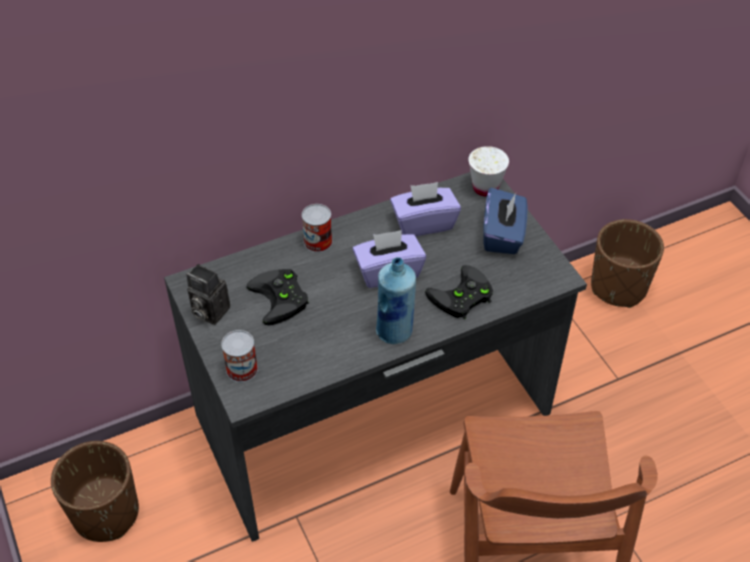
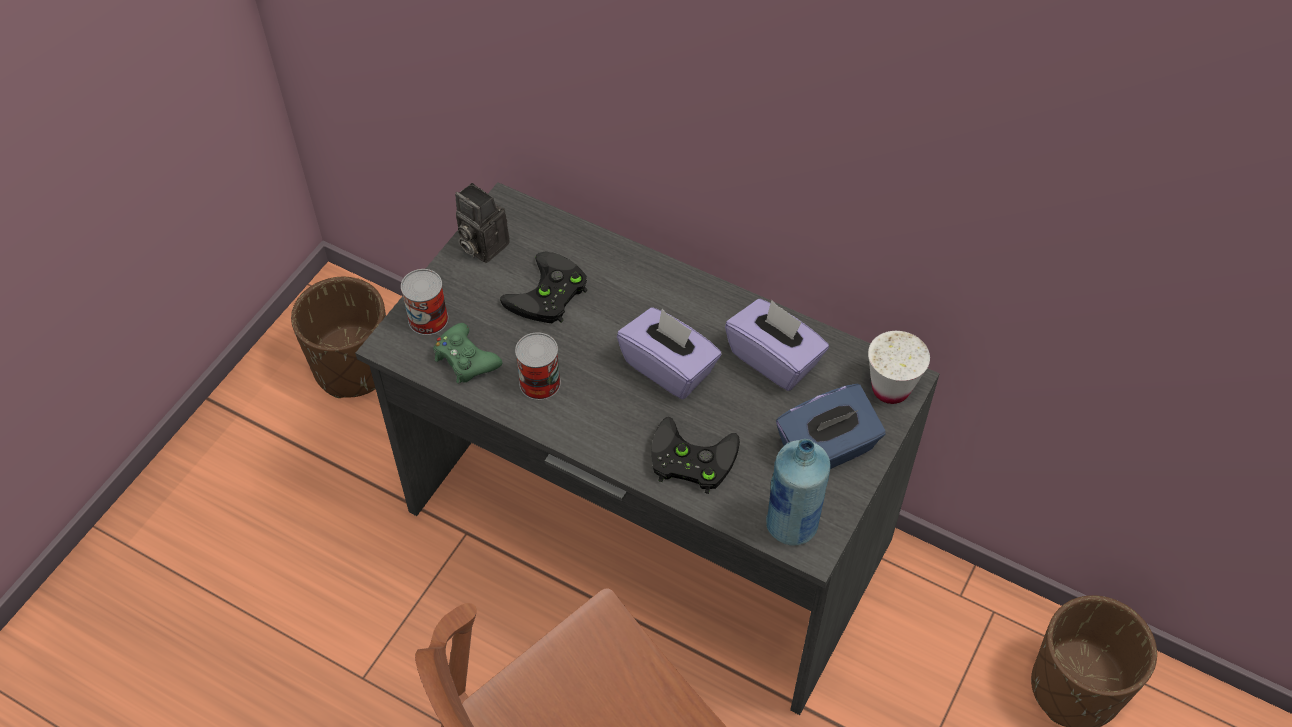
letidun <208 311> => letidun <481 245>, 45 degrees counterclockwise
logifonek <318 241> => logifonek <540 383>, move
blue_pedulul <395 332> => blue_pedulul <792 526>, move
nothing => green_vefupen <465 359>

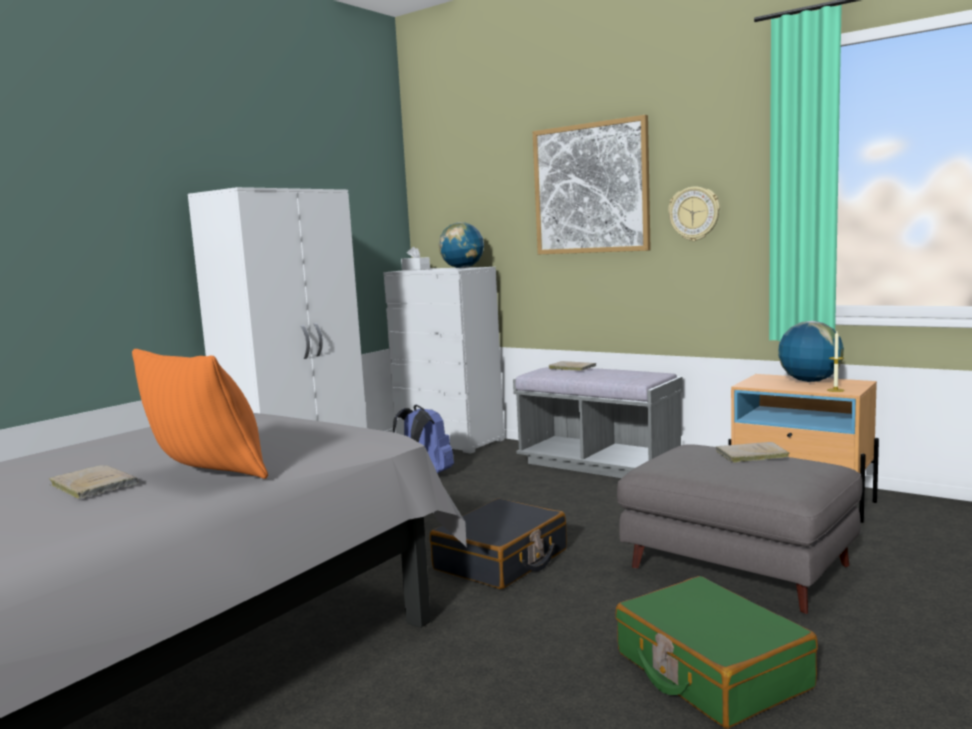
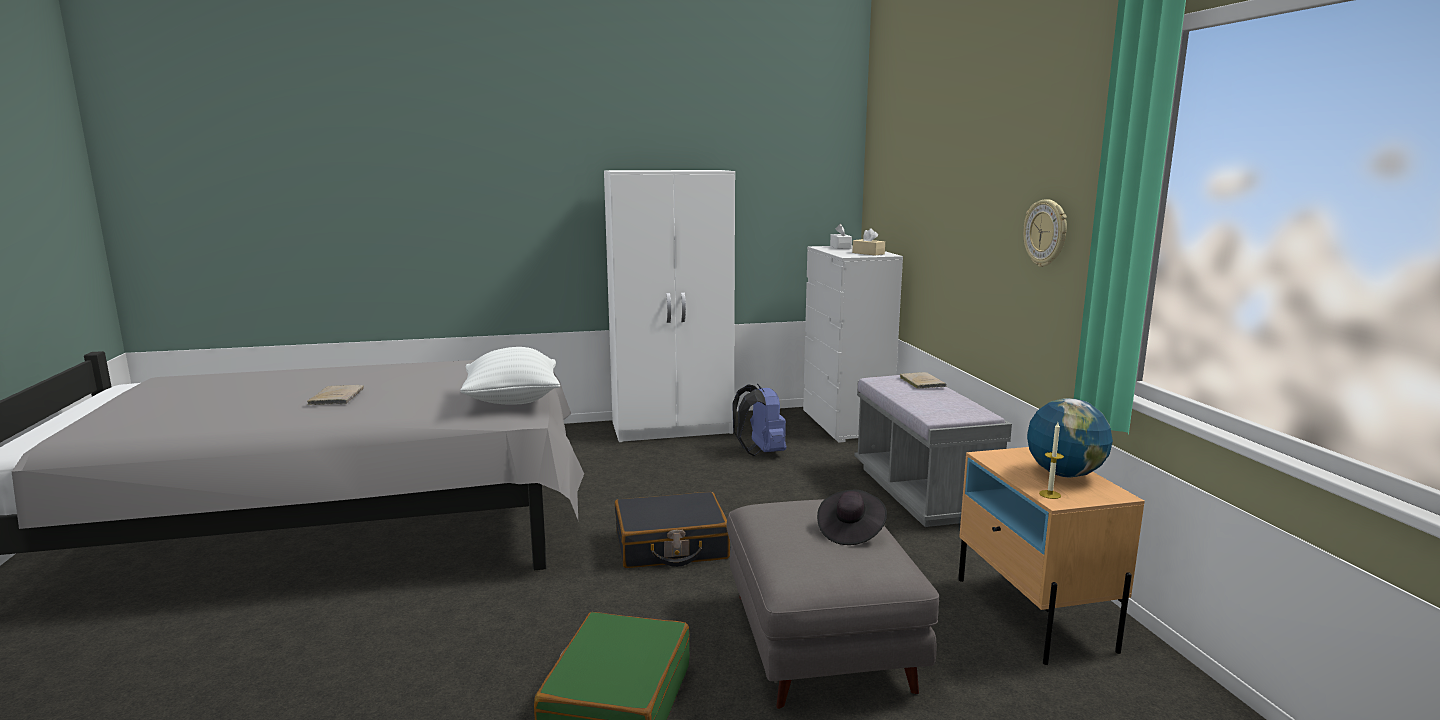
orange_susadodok <208 474> => nothing
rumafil <462 268> => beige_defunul <868 253>
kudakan <591 188> => nothing
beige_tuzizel <749 455> => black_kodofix <850 531>
nothing => white_susadodok <512 401>

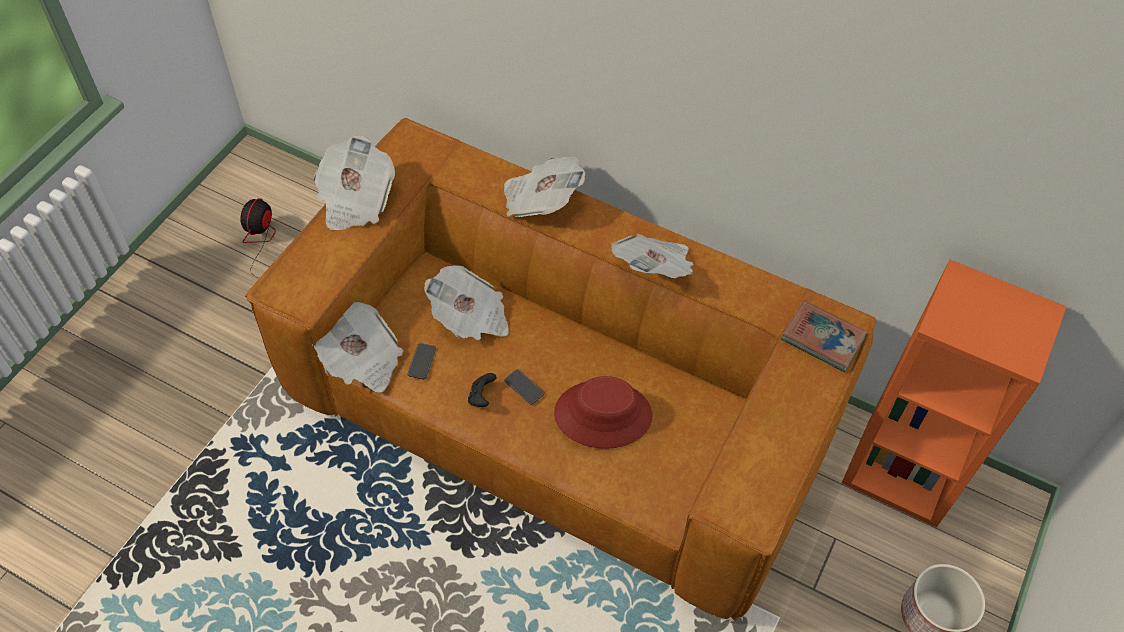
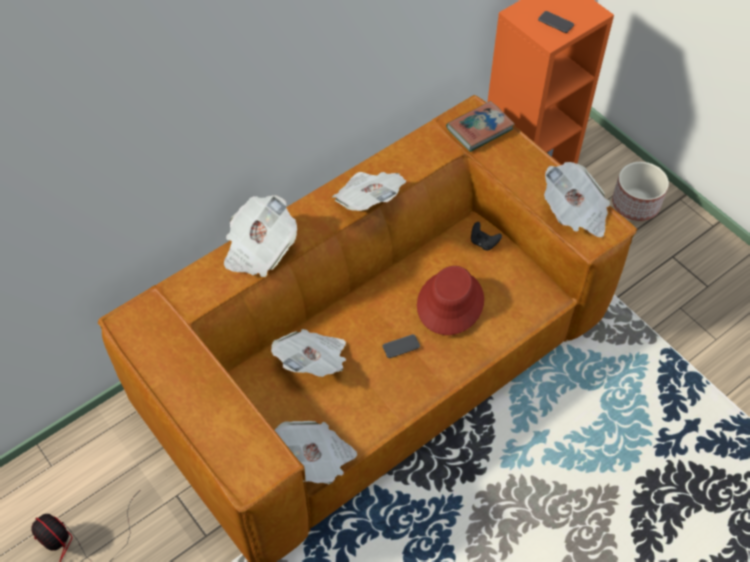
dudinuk <355 200> => dudinuk <575 213>, move
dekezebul <422 361> => dekezebul <555 22>, move
black_vefupen <481 397> => black_vefupen <483 243>, move

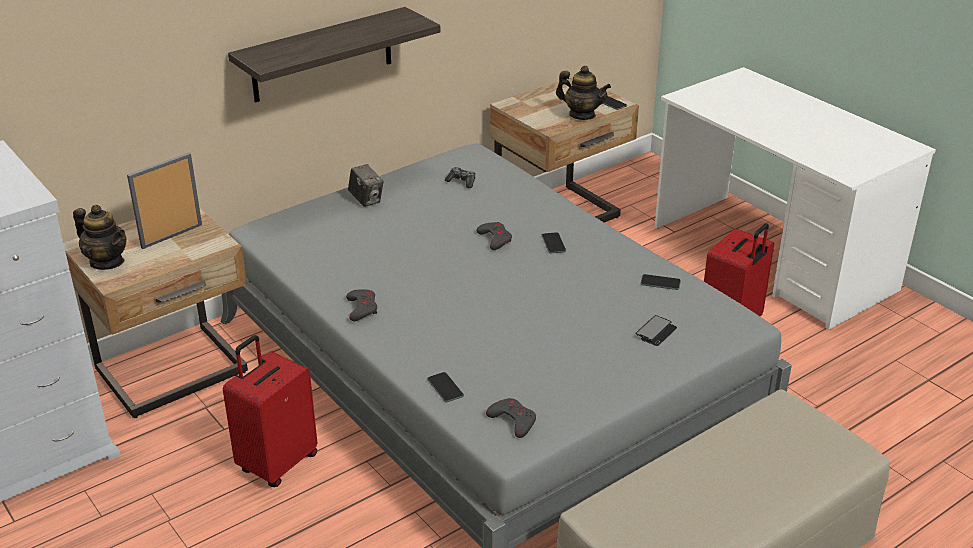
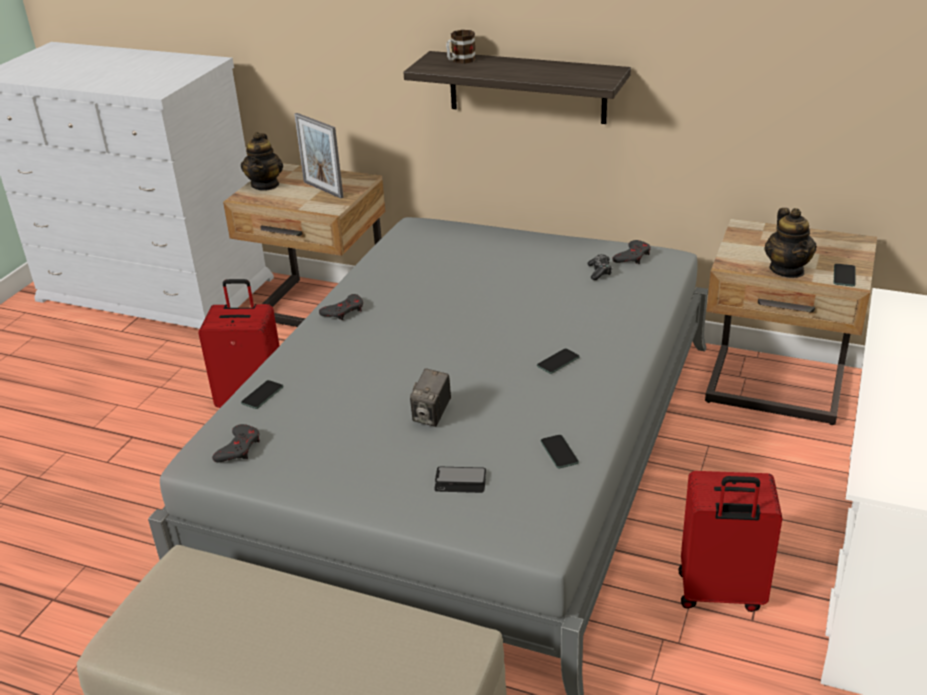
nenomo <172 236> => nenomo <323 189>, 150 degrees counterclockwise
letidun <366 200> => letidun <432 415>, move
grey_vefupen <495 239> => grey_vefupen <632 256>, move
nothing => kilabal <460 61>

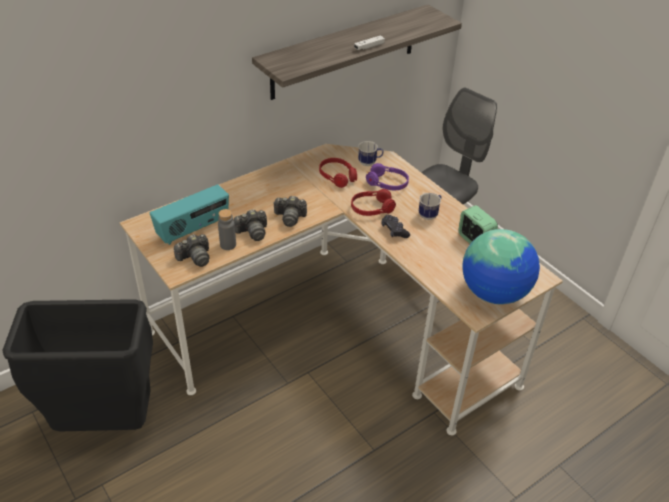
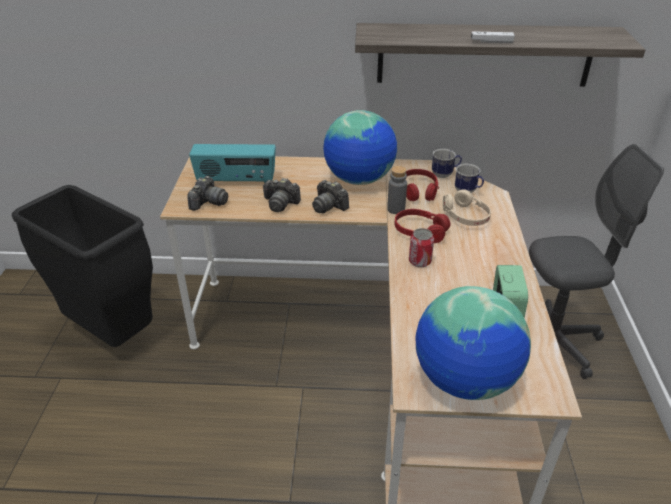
letidun <195 258> => letidun <208 202>, 75 degrees counterclockwise
grey_pedulul <228 245> => grey_pedulul <396 209>, move
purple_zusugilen <387 183> => beige_zusugilen <465 216>
black_vefupen <394 230> => logifonek <419 261>
kilabal <429 215> => kilabal <445 174>, move
nothing => rumafil <359 180>

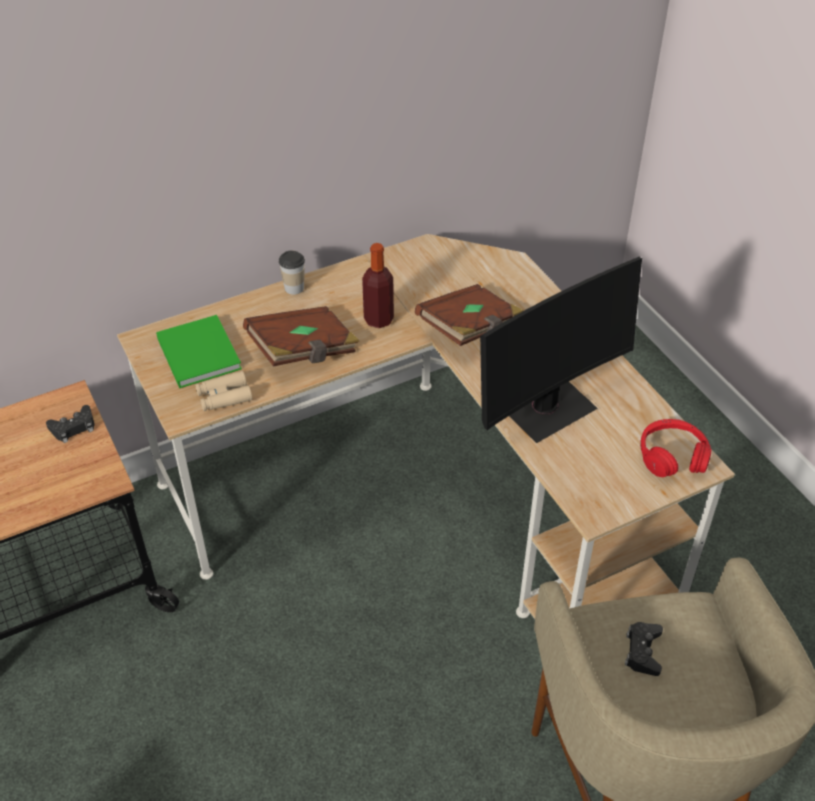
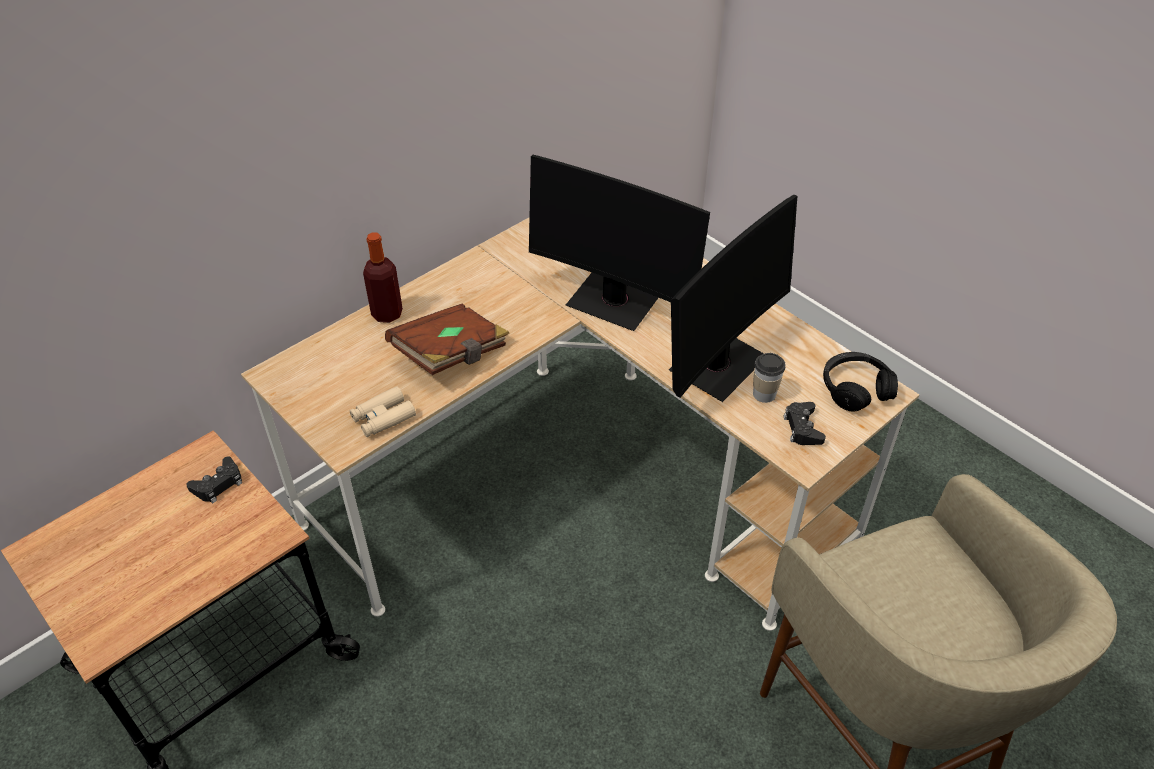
green_tuzizel <198 352> => nothing
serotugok <294 288> => serotugok <764 394>, move
pedulul <378 319> => pedulul <387 314>, move
brown_tuzizel <470 330> => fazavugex <614 302>
black_vefupen <643 651> => black_vefupen <802 428>, move
red_zusugilen <672 456> => black_zusugilen <855 389>

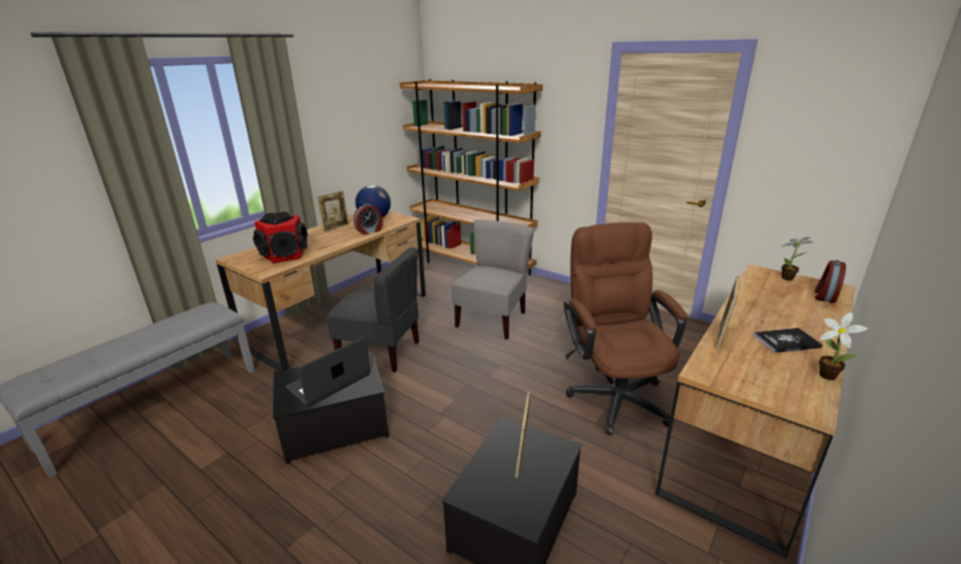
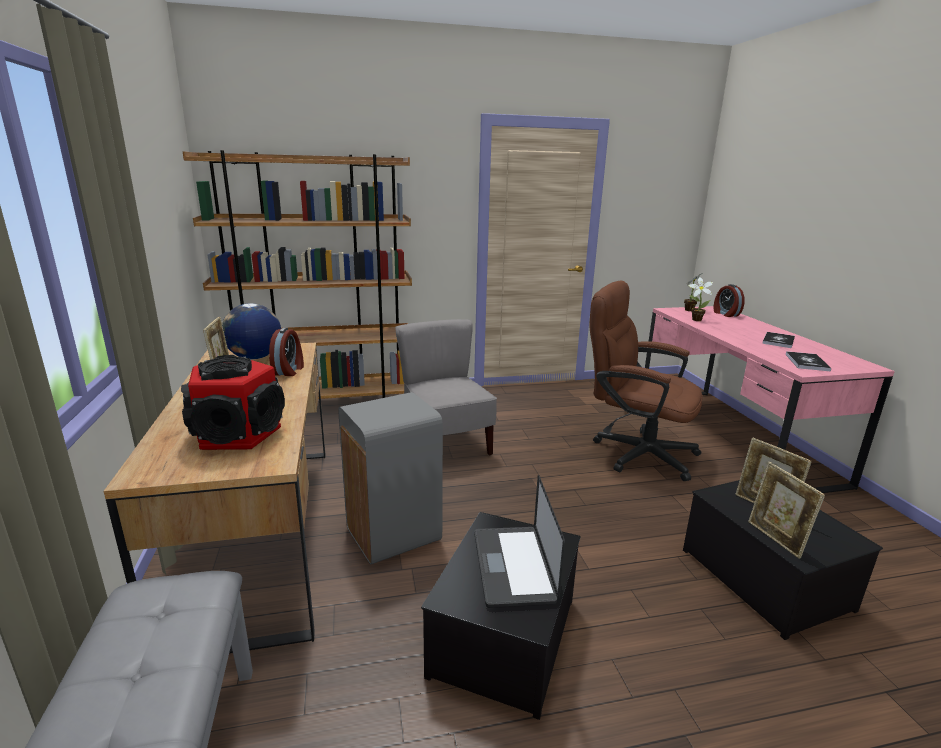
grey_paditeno <380 352> => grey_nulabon <394 535>
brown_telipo <748 434> => pink_telipo <730 436>
nenomo <721 337> => nenomo <775 539>, move
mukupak <825 374> => mukupak <695 319>, move
nothing => tuzizel <807 362>

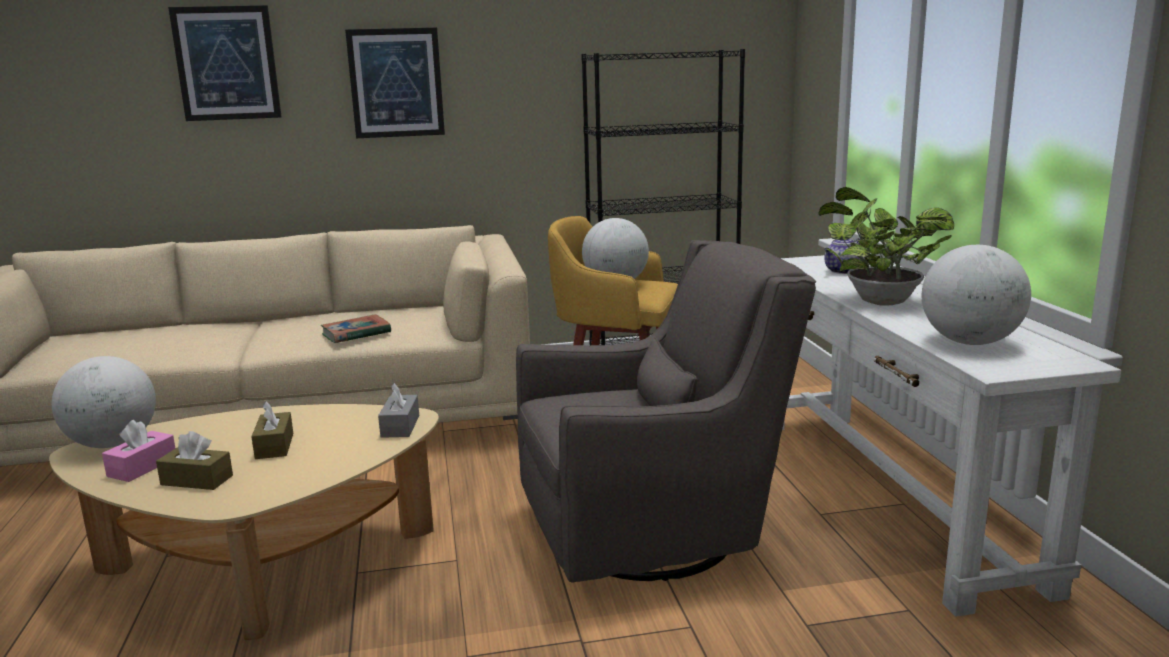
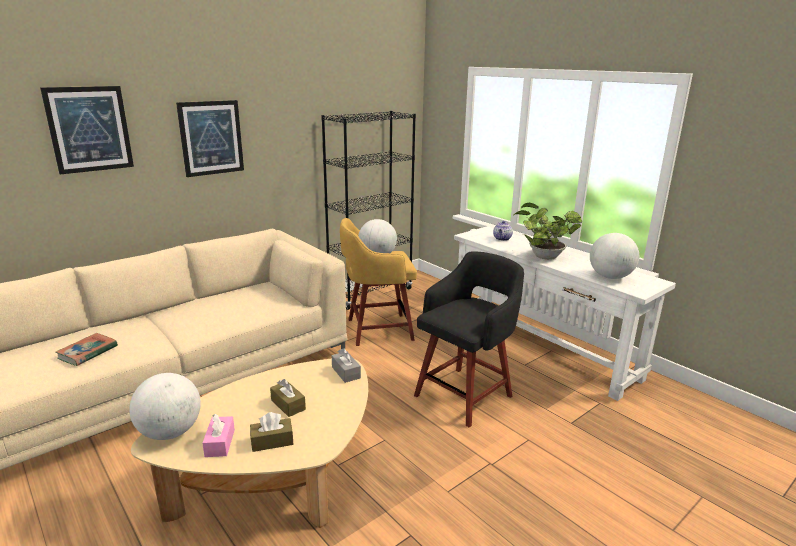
tuzizel <356 333> => tuzizel <88 352>, move
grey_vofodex <656 533> => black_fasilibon <465 395>

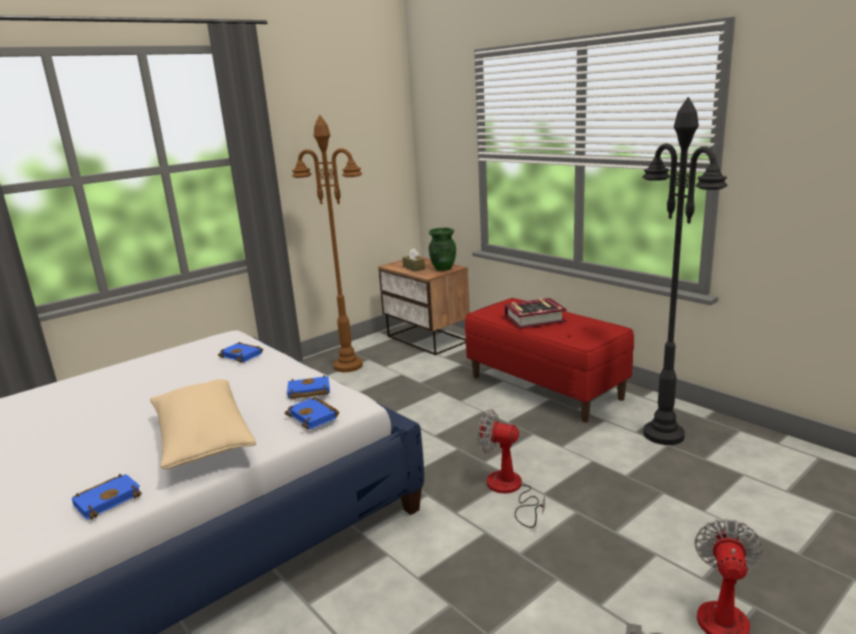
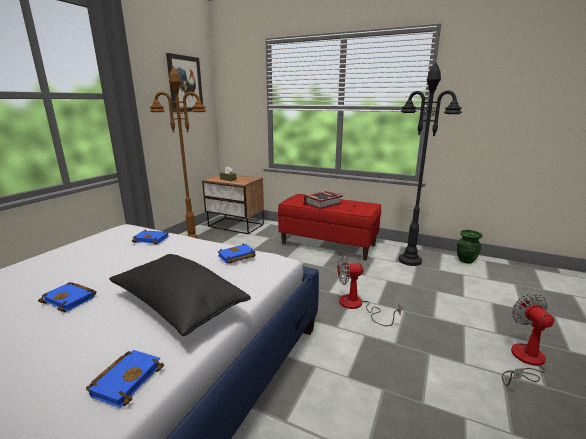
beige_susadodok <203 439> => black_susadodok <179 305>
blue_tuzizel <315 417> => blue_tuzizel <71 299>, move
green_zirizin <443 268> => green_zirizin <465 260>, move
nothing => kudakan <185 84>

